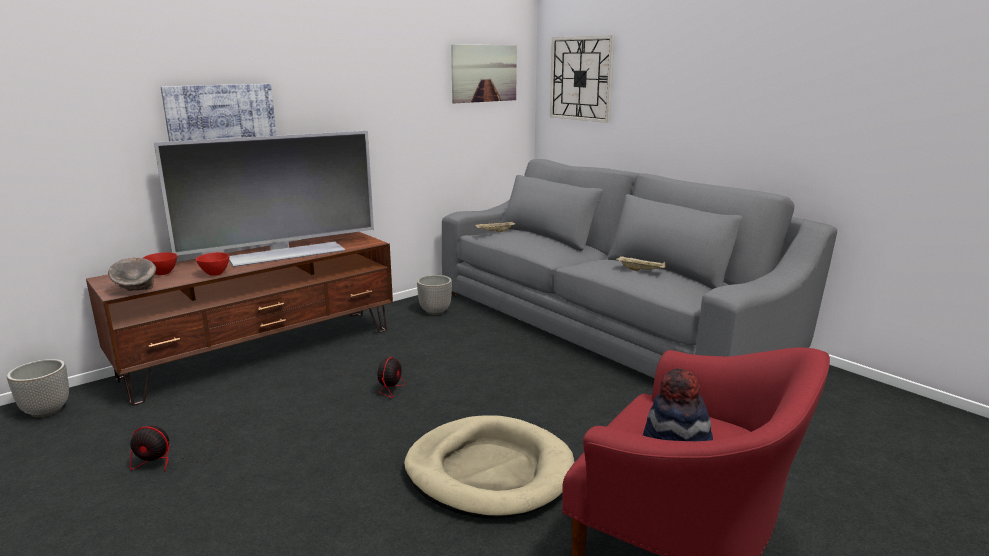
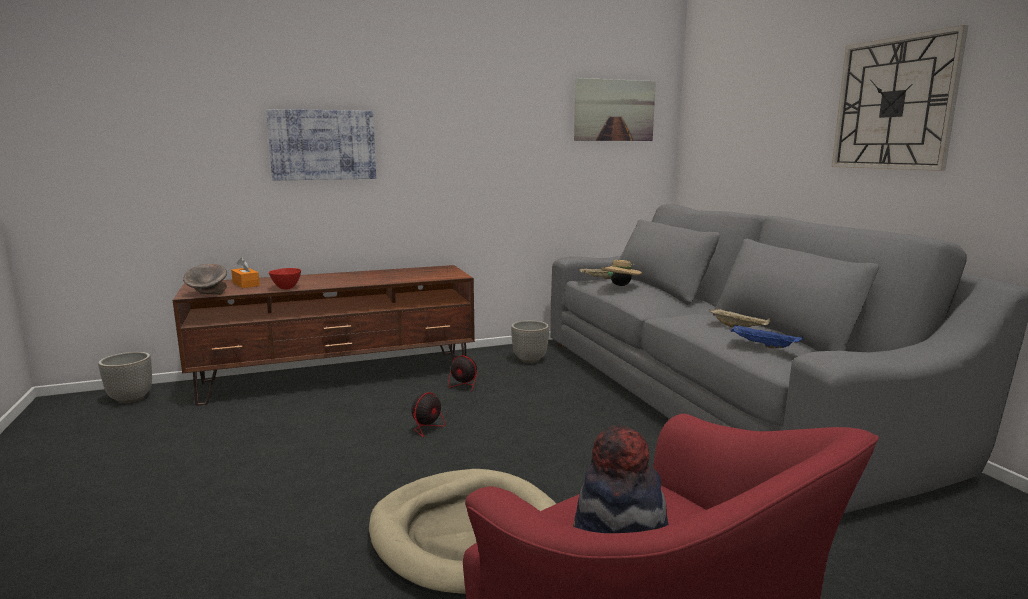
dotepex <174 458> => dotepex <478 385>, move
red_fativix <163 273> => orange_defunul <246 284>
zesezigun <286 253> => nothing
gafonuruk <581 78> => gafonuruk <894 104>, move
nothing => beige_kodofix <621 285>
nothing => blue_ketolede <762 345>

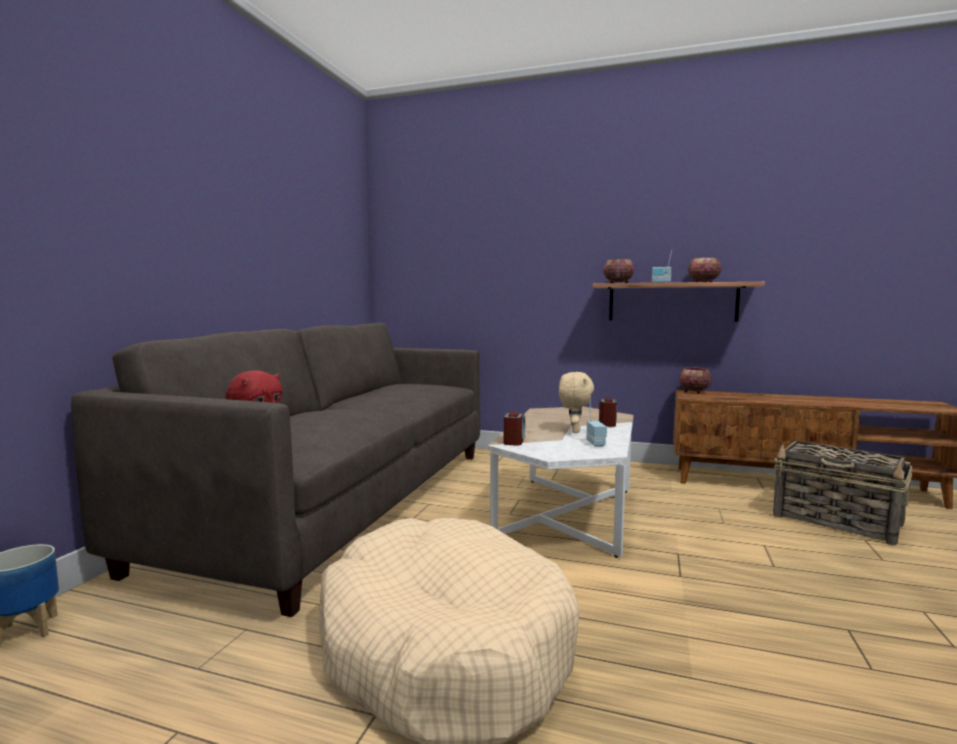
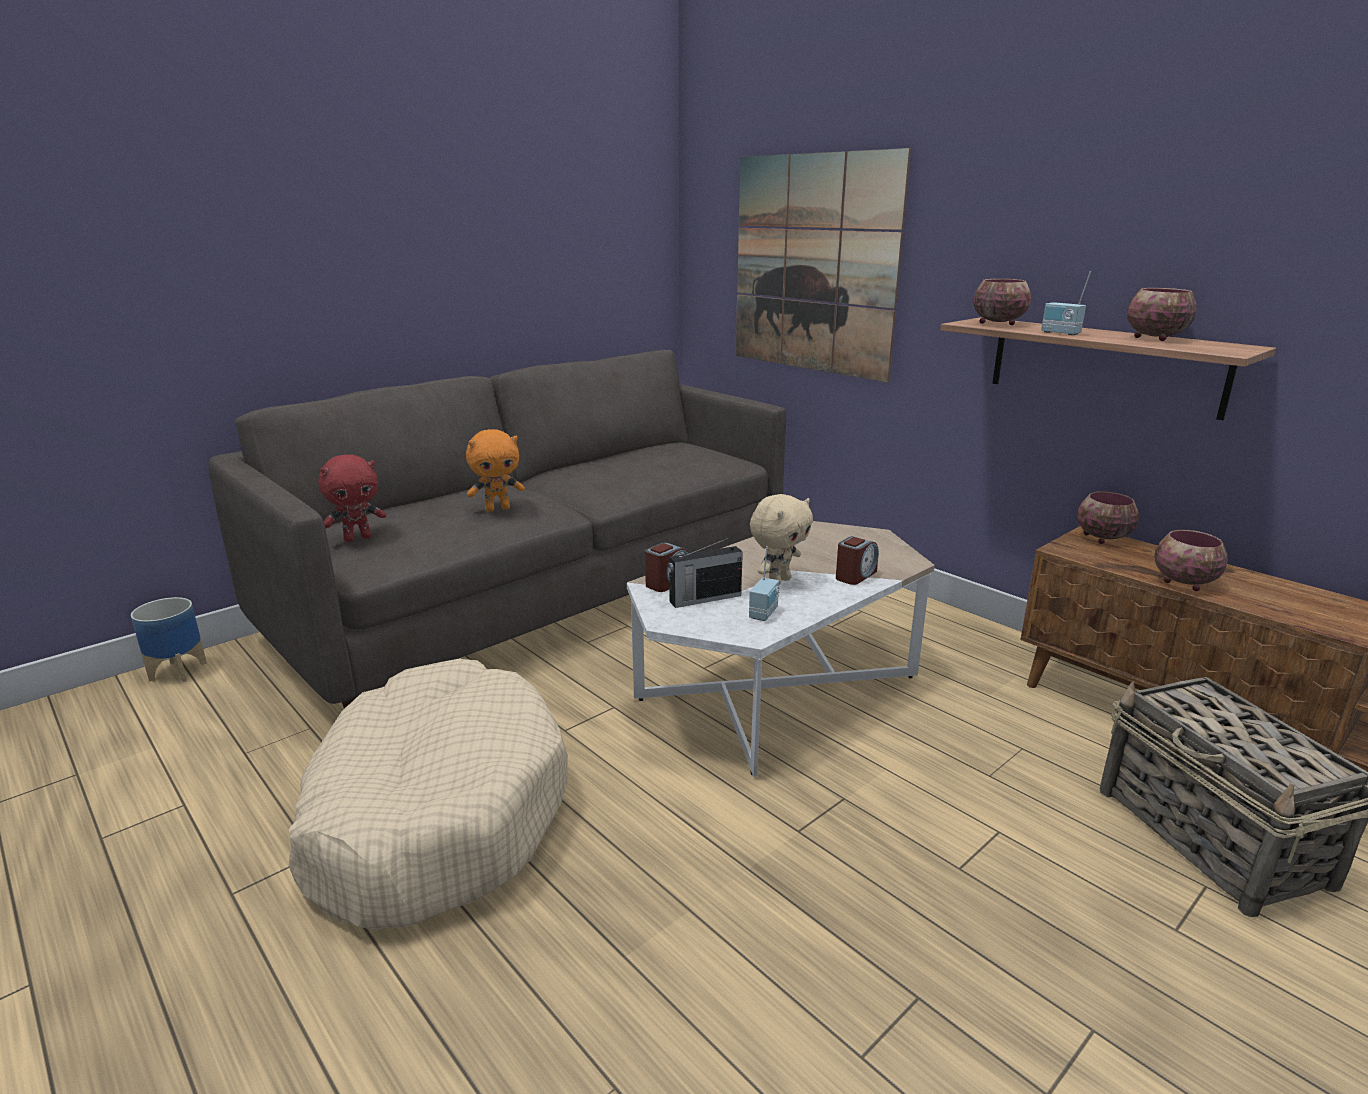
nothing => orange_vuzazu <498 509>
nothing => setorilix <704 598>
nothing => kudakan <813 265>
nothing => fativix <1182 582>

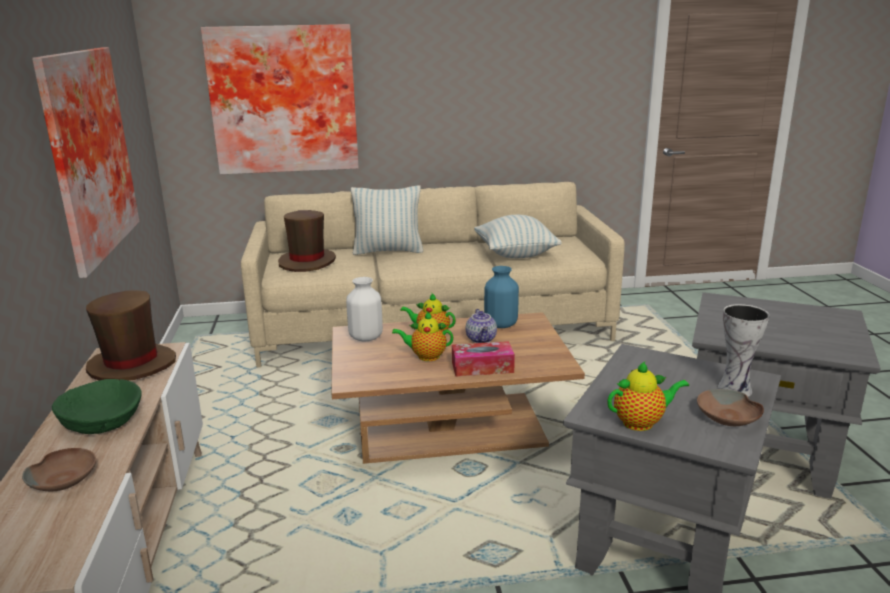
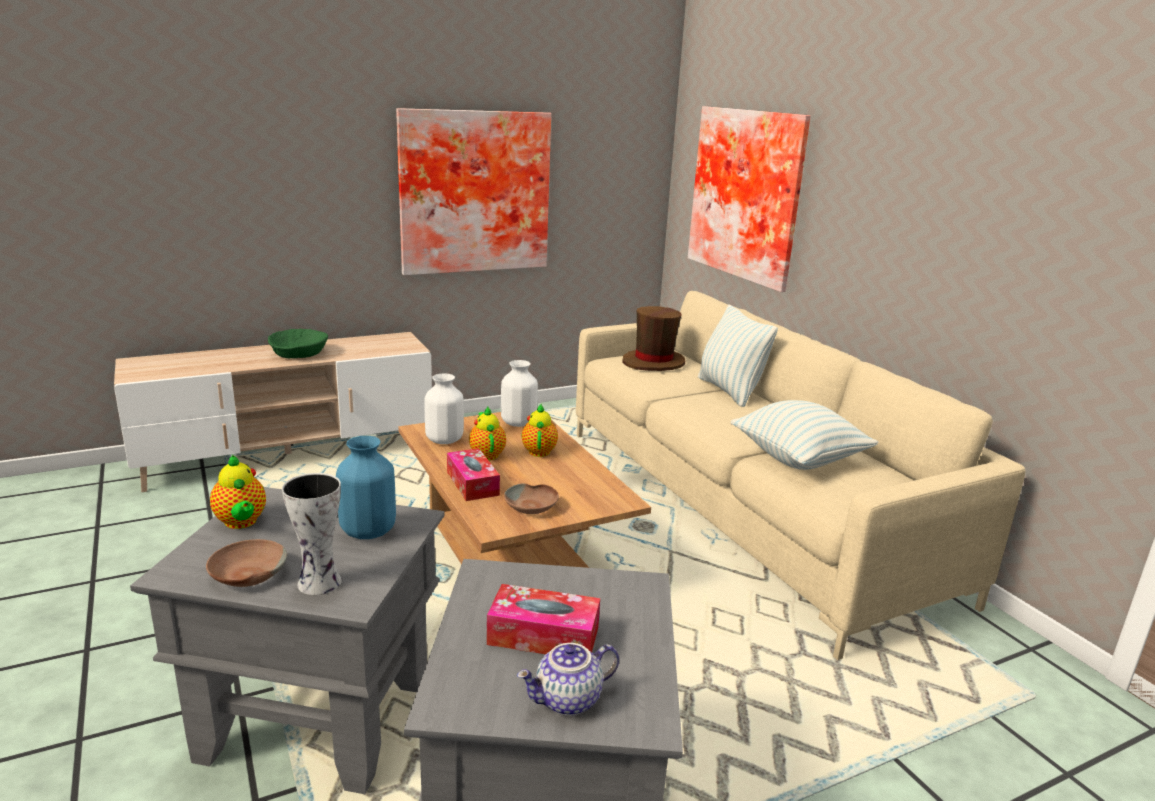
brown_fativix <64 478> => brown_fativix <532 506>, move
brown_kodofix <132 365> => nothing
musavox <482 339> => musavox <568 701>, move
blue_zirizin <500 324> => blue_zirizin <368 530>, move
nothing => white_zirizin <445 440>
nothing => defunul <543 635>

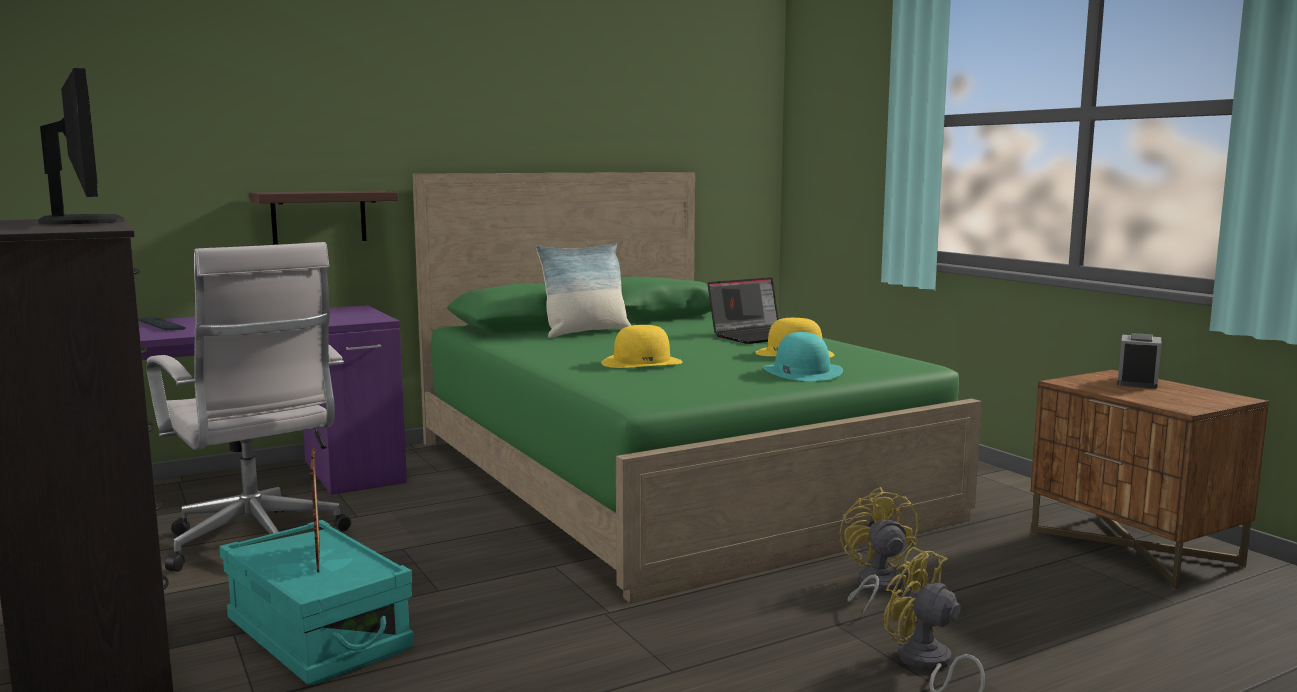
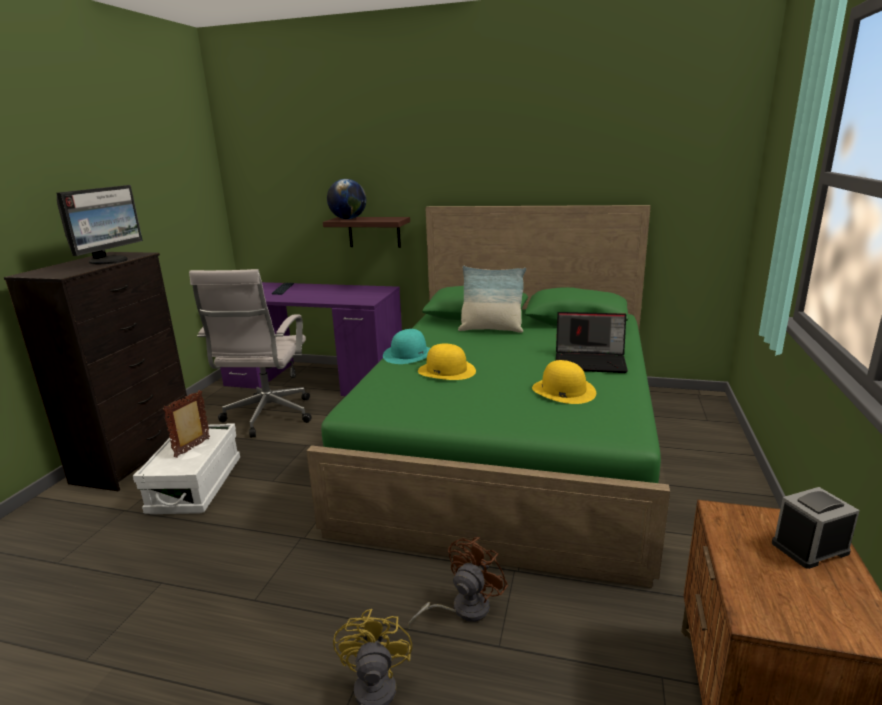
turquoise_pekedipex <318 635> => white_pekedipex <196 485>
turquoise_kodofix <801 372> => turquoise_kodofix <409 354>, move
yellow_dotepex <875 587> => brown_dotepex <462 609>
nothing => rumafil <348 219>

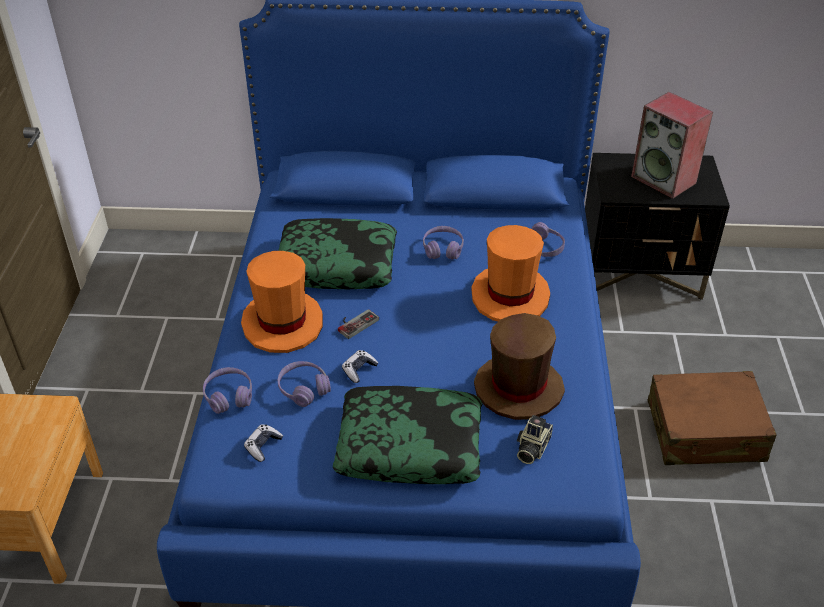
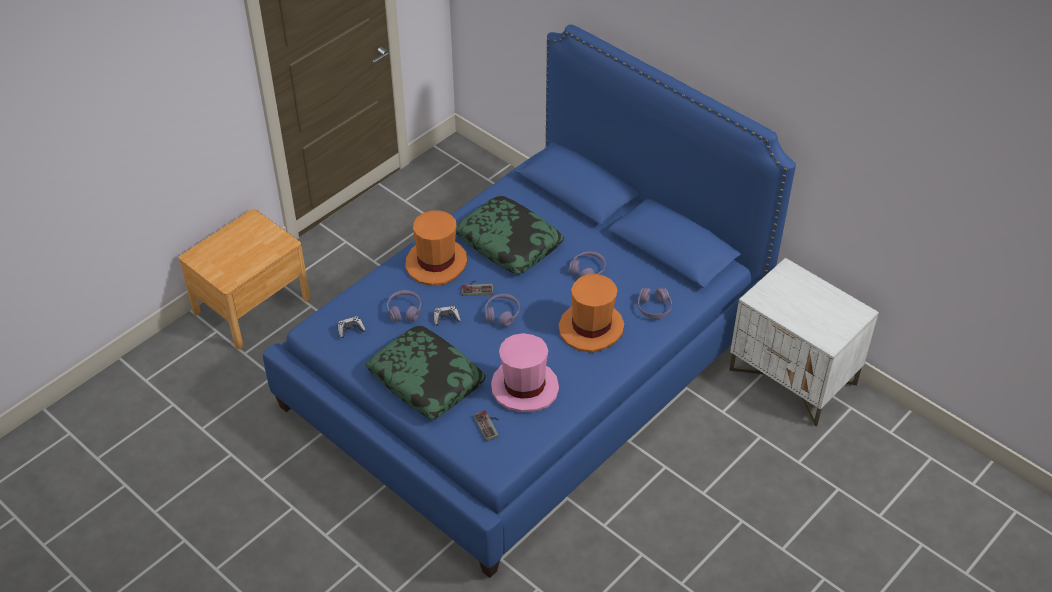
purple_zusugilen <229 396> => purple_zusugilen <502 314>, move
brown_kodofix <518 388> => pink_kodofix <524 387>
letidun <531 448> => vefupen <489 425>
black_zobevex <640 272> => white_zobevex <793 378>
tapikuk <664 180> => nothing
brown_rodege <705 432> => nothing

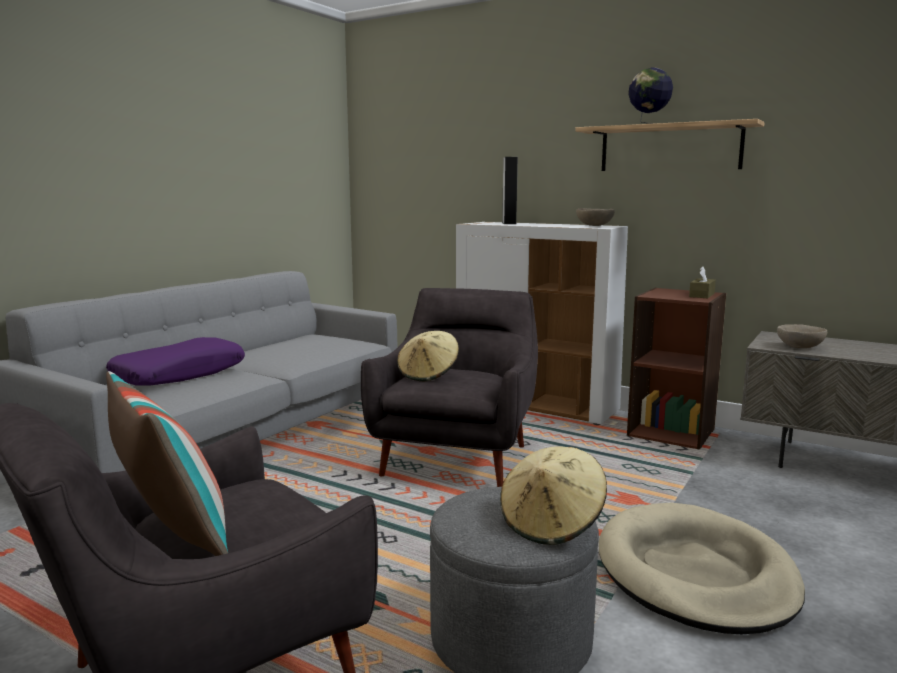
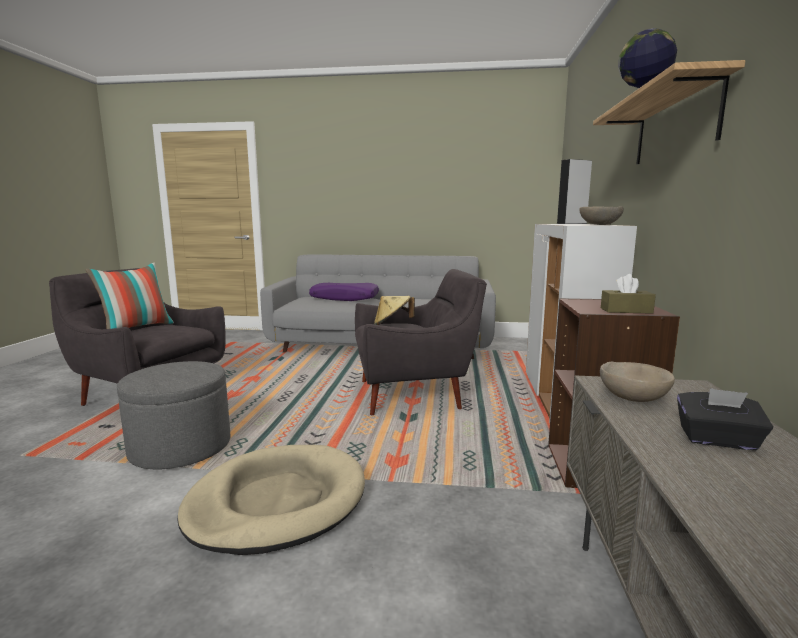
beige_kodofix <552 524> => nothing
nothing => black_defunul <718 440>

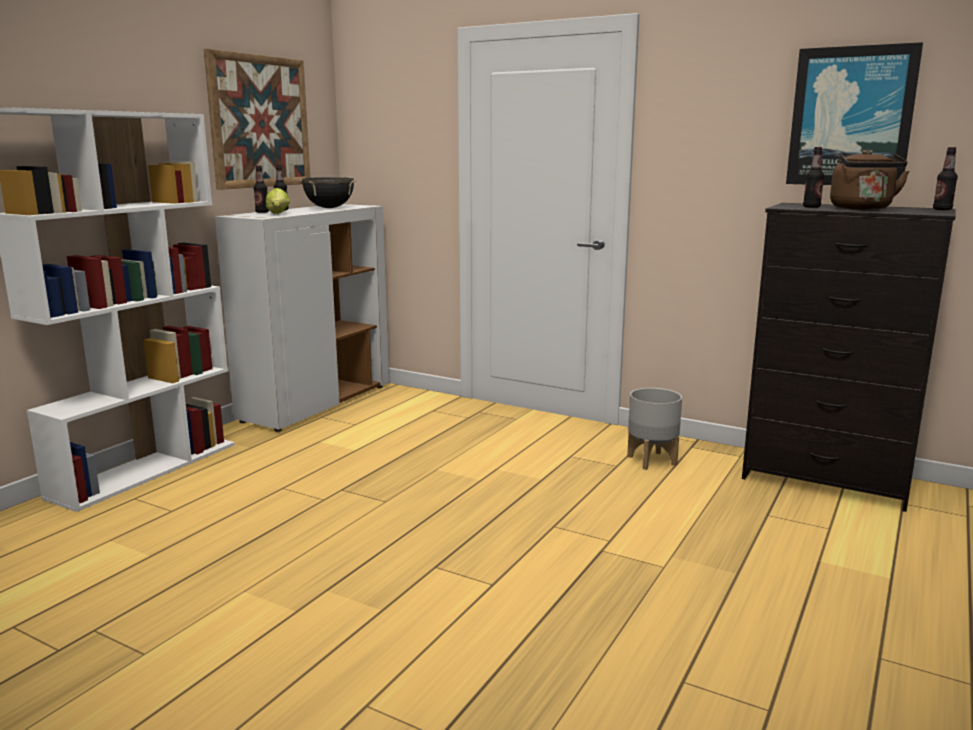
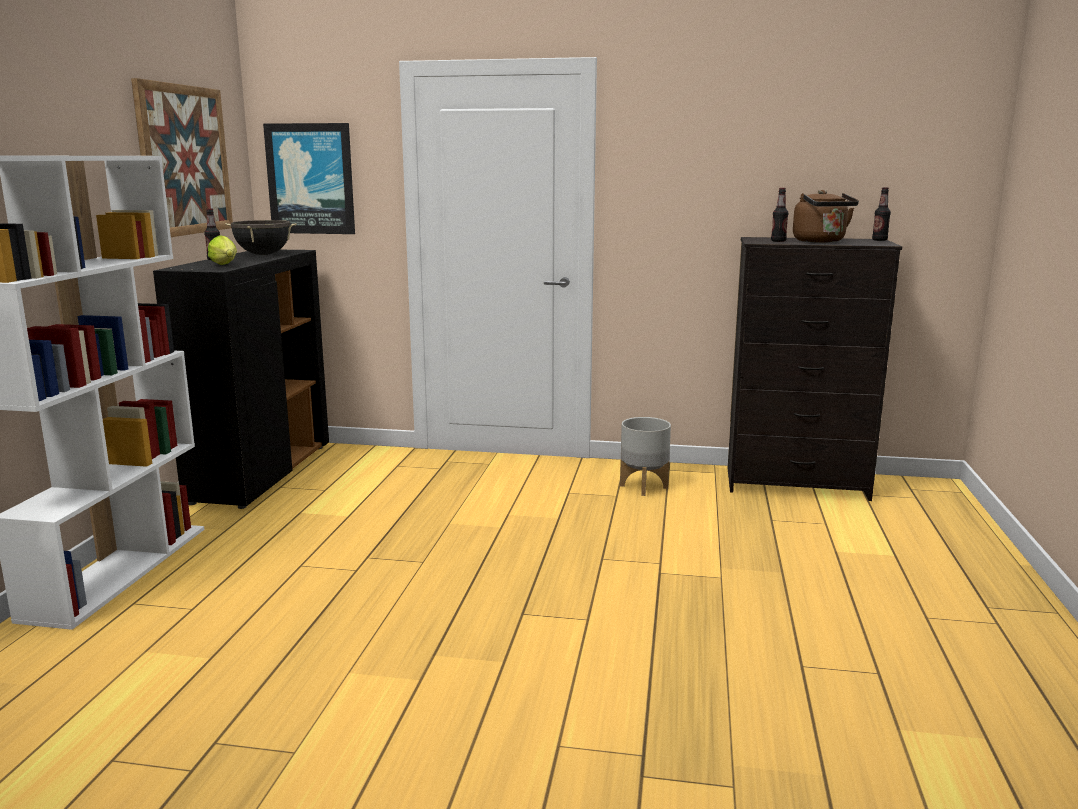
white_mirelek <316 403> => black_mirelek <261 473>
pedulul <262 212> => nothing
kudakan <851 117> => kudakan <311 179>, move

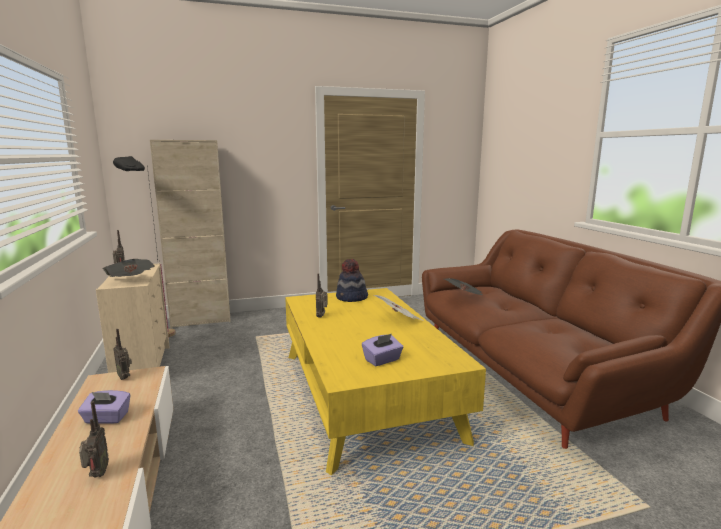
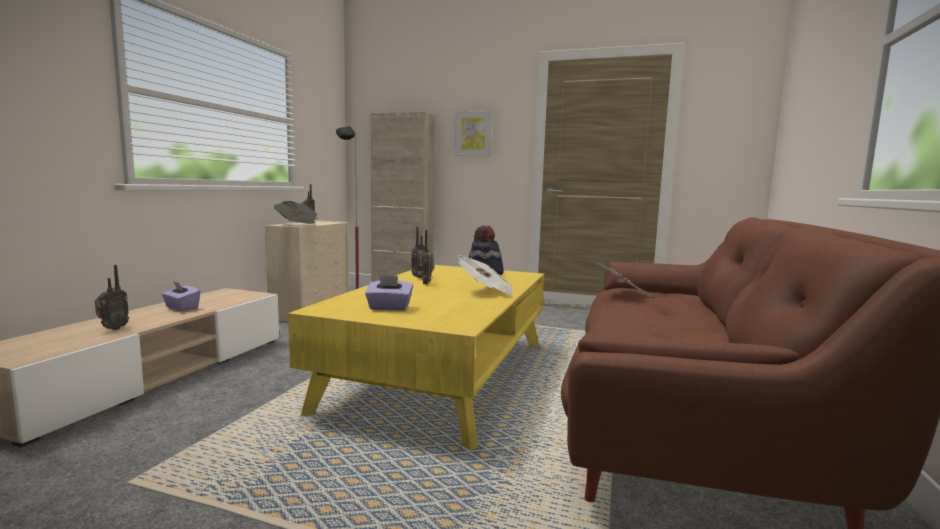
setorilix <125 377> => setorilix <427 283>, move
nothing => kudakan <473 133>

